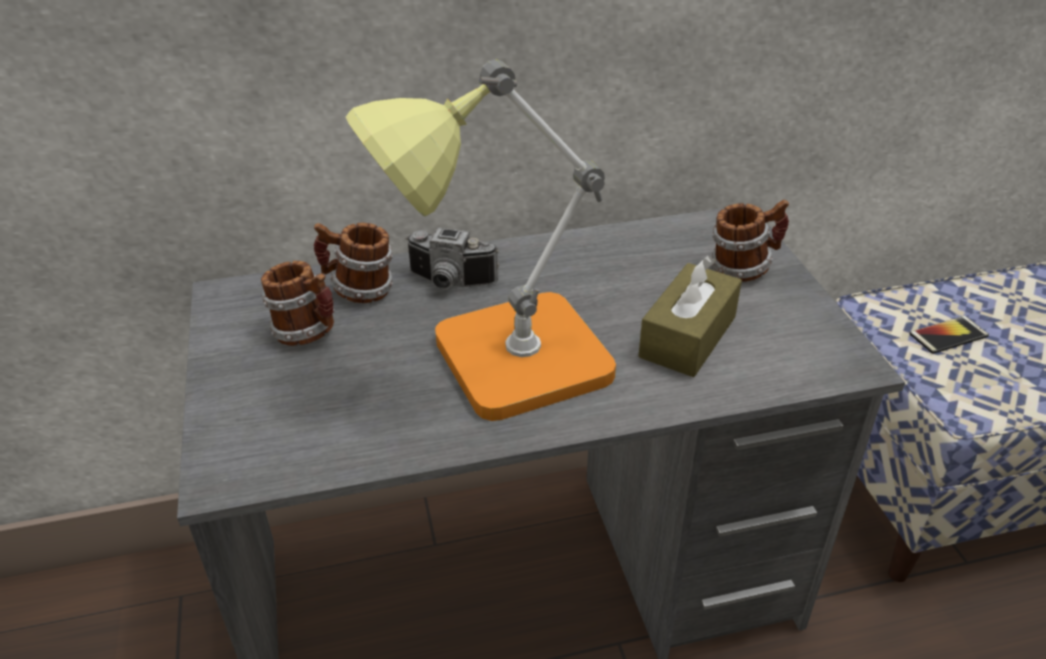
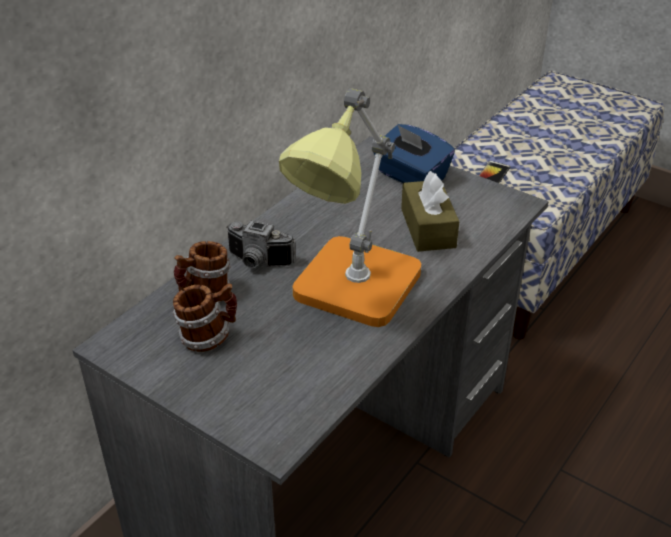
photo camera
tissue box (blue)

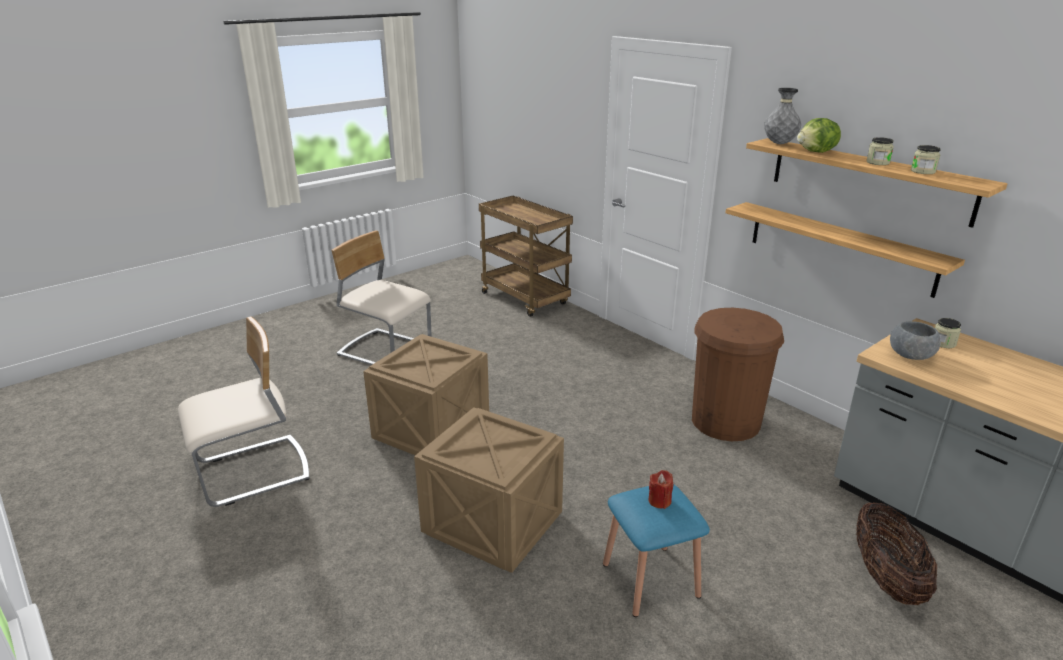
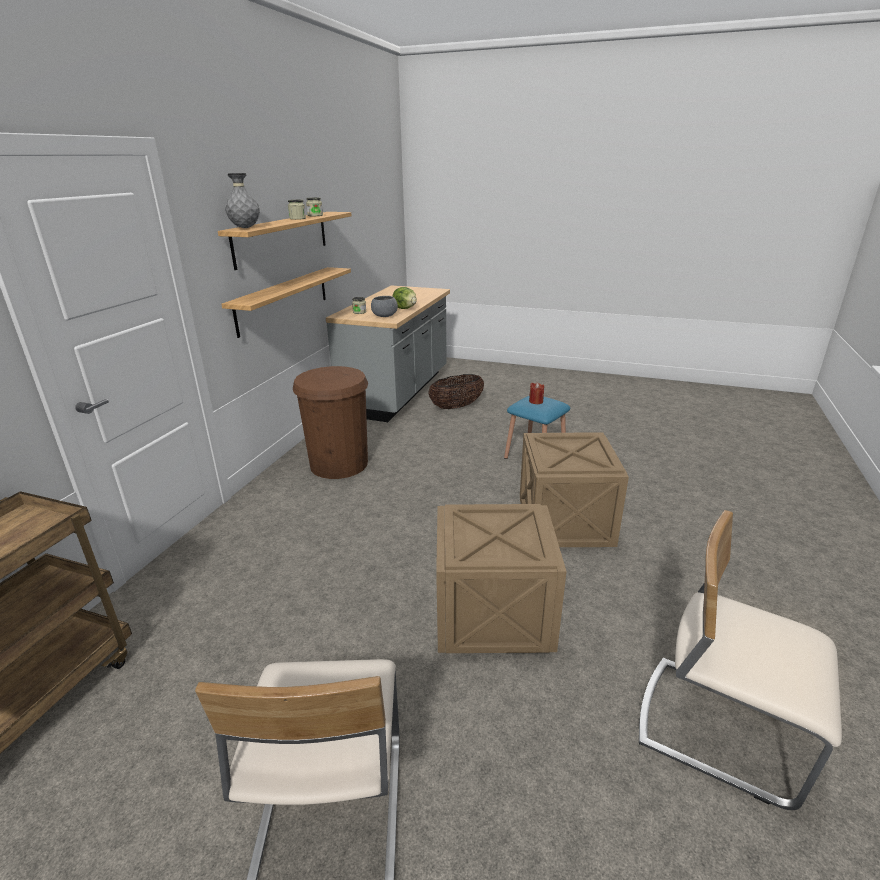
lettuce

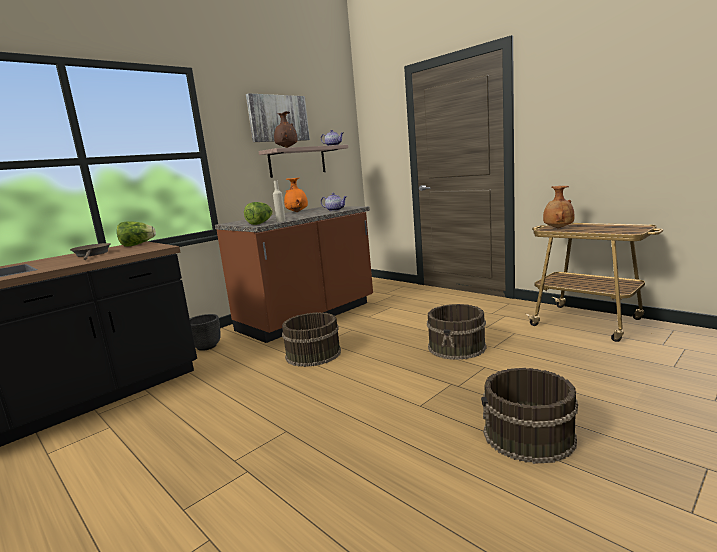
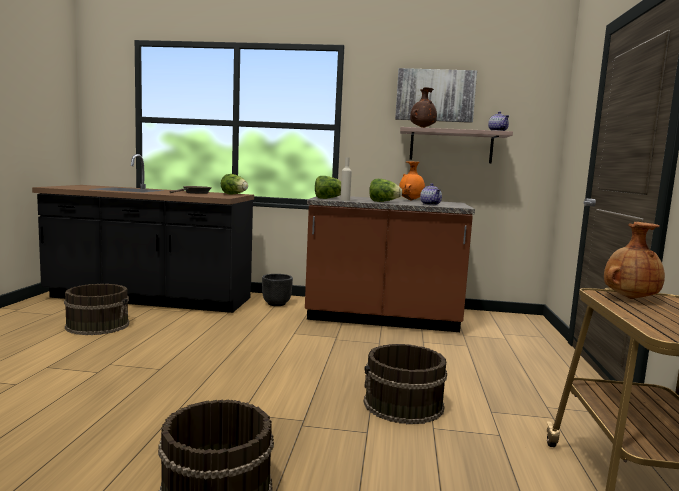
bucket (brown) (1st from left)
lettuce (3rd from left)

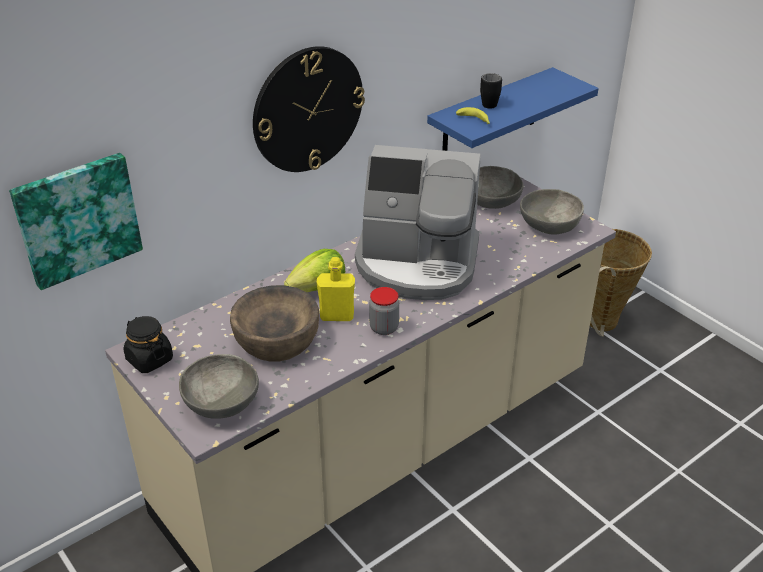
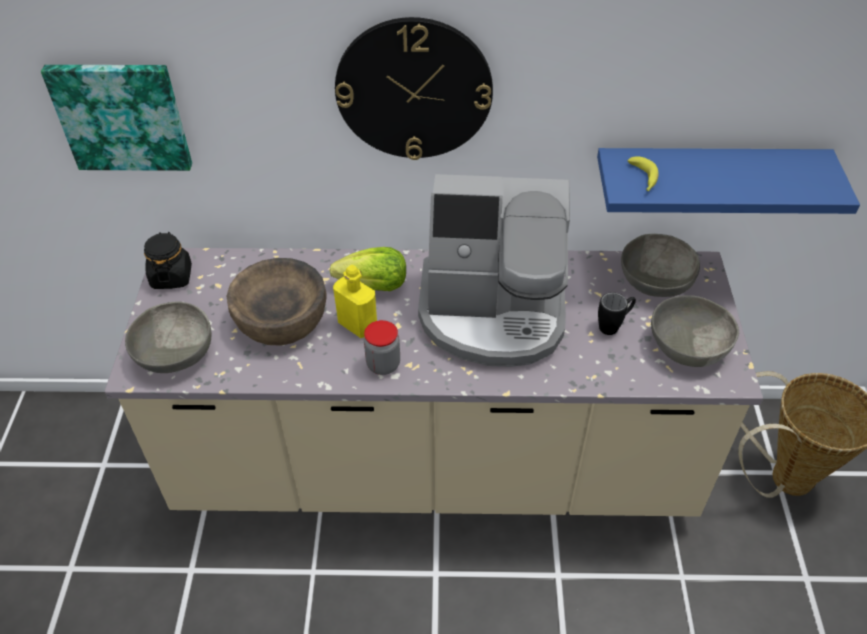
coffee machine
mug (black)

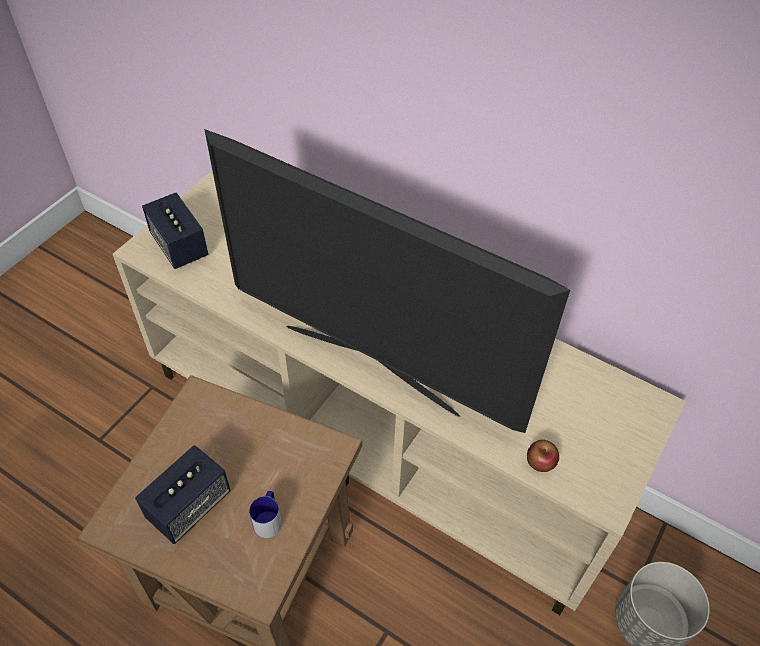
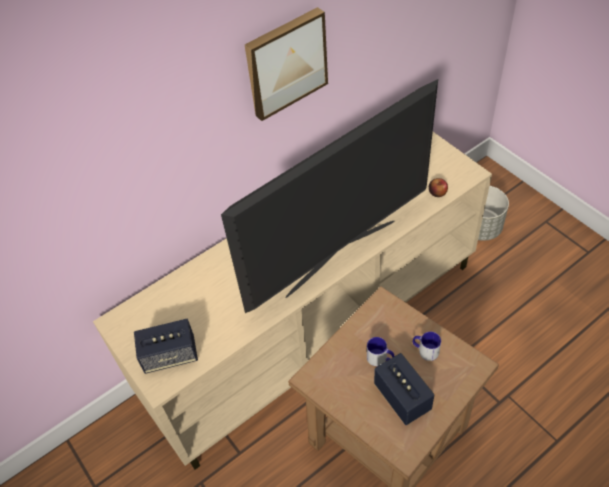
picture
mug (1st from left)

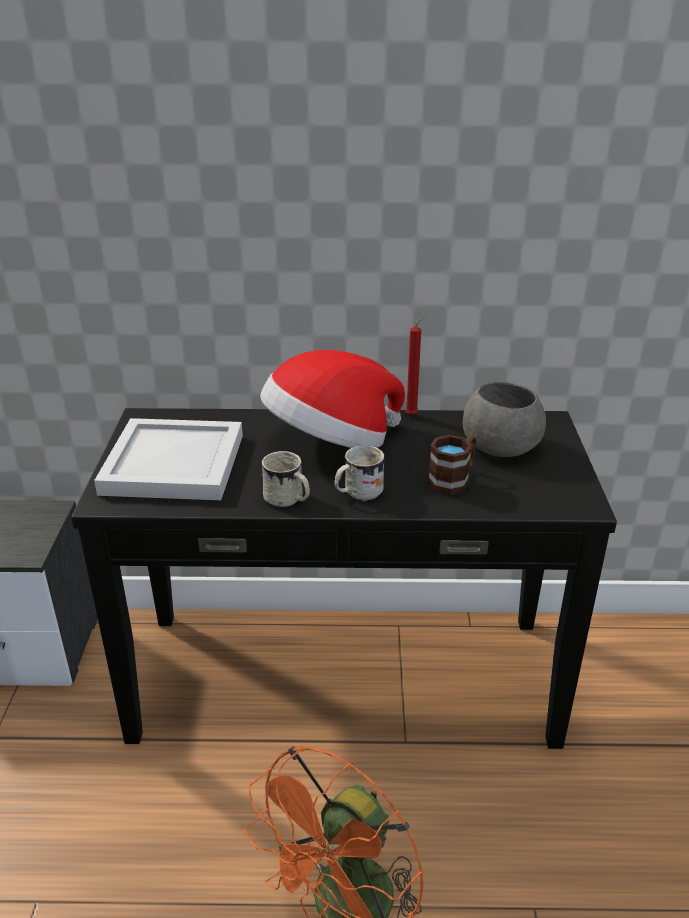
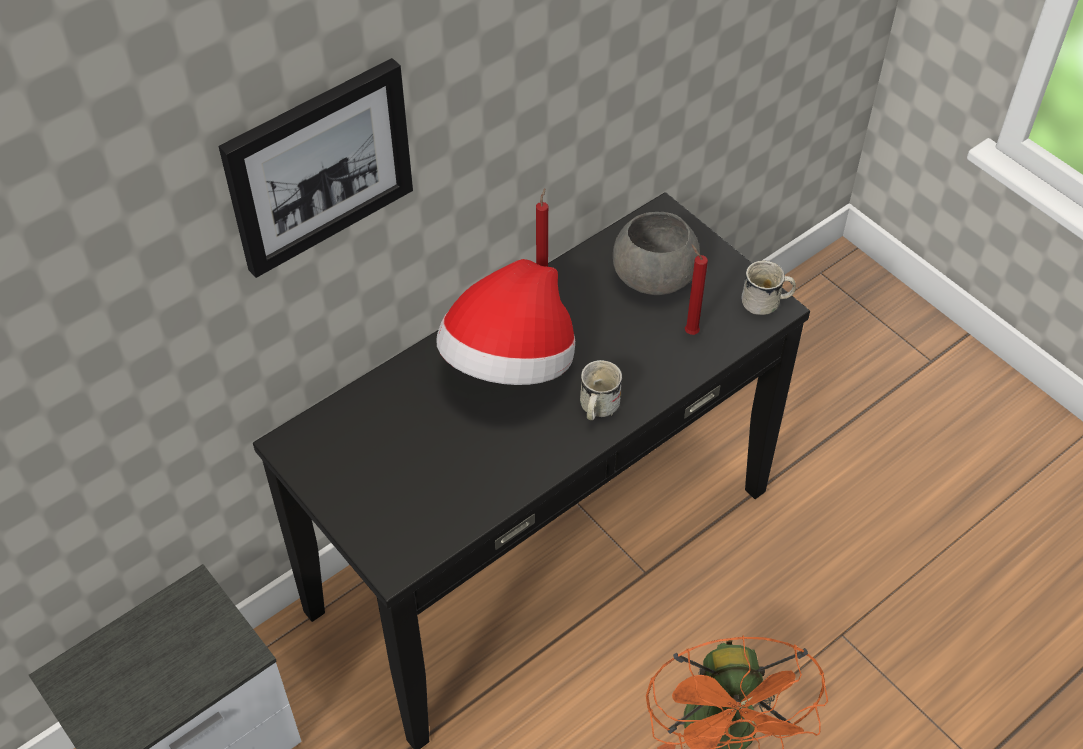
tray (white)
mug (white) (2nd from left)
mug (brown)
picture
candle (red) (2nd from left)

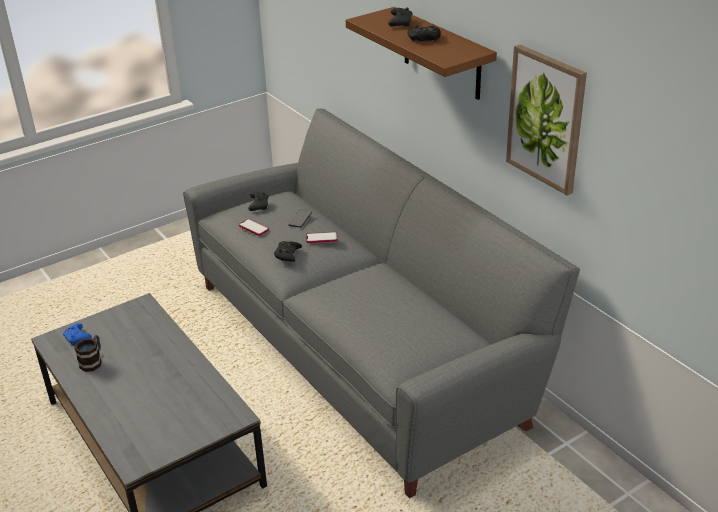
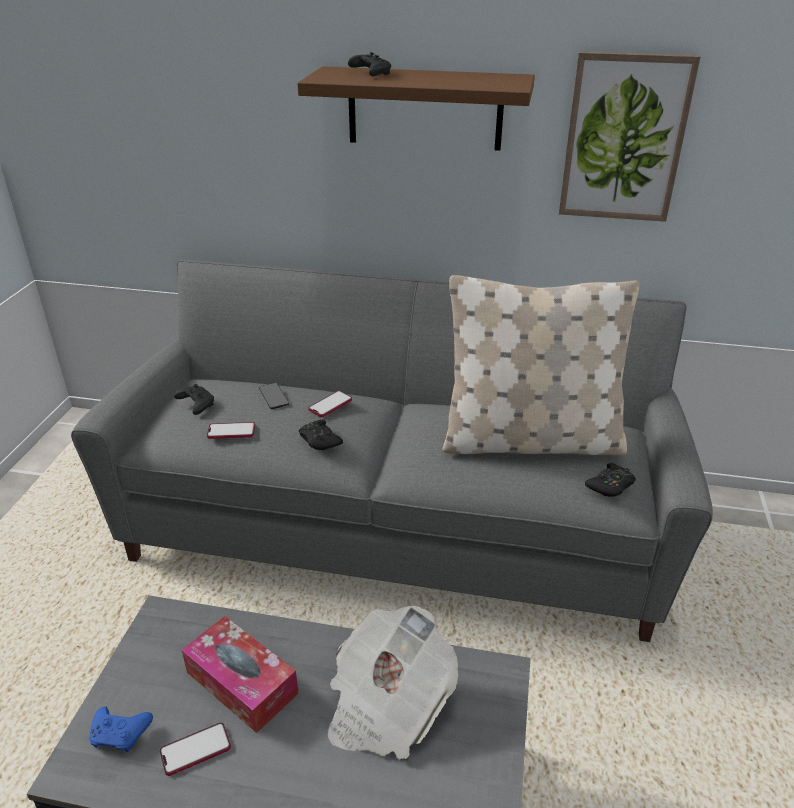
phone (1st from left)
game controller (black) (4th from left)
tissue box
newspaper
pillow (beige)

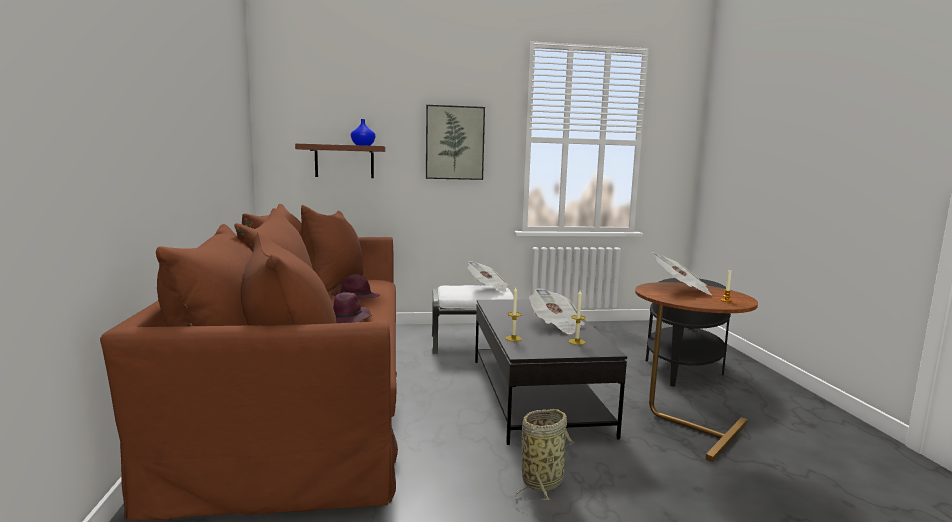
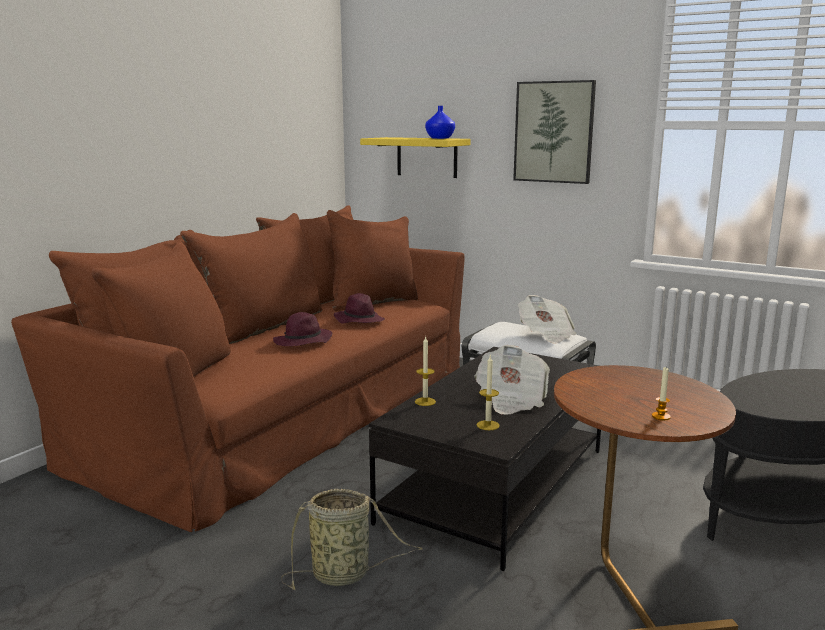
shelf (yellow)
newspaper (3rd from left in the first image)

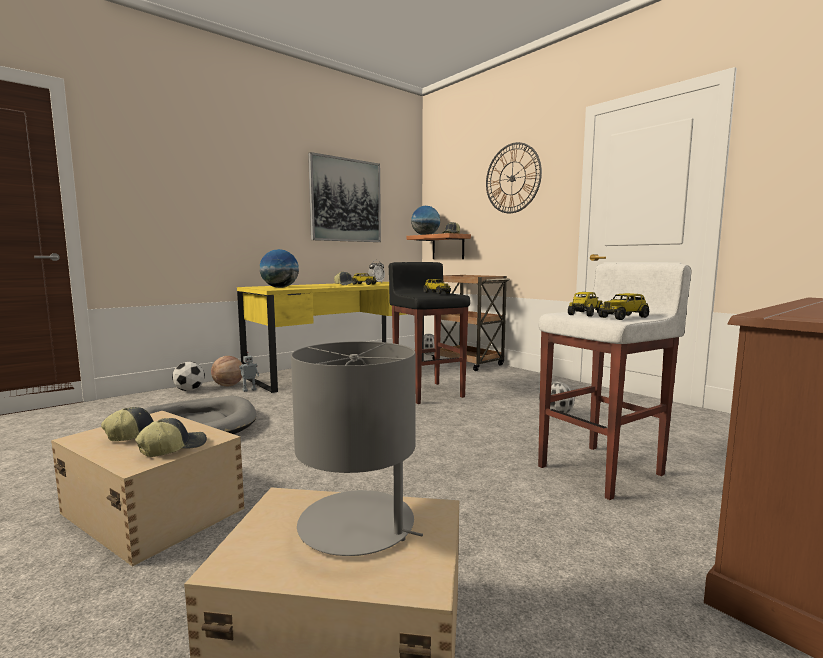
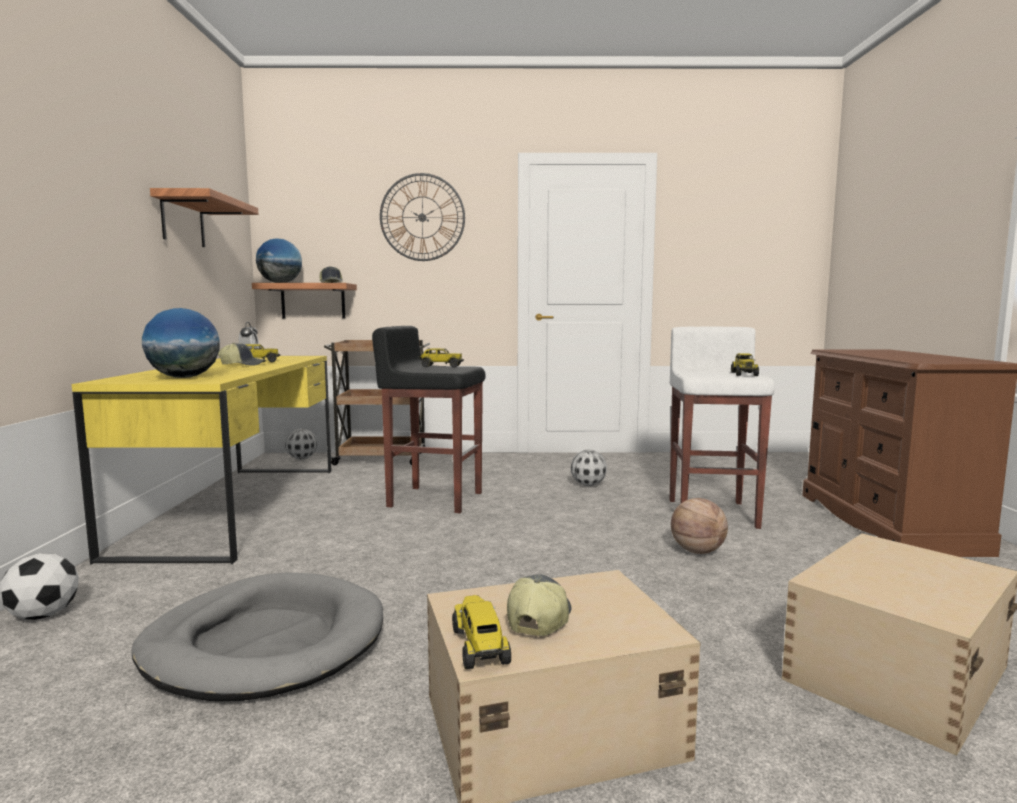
cap (2nd from left in the first image)
basketball
toy robot
table lamp (grey)
shelf (1st from left)
toy truck (3rd from left)

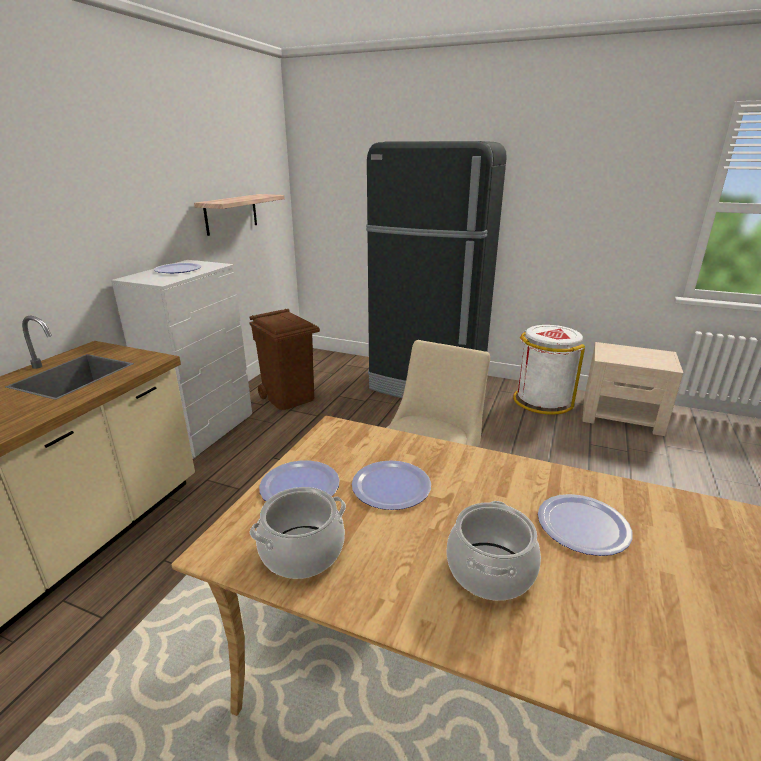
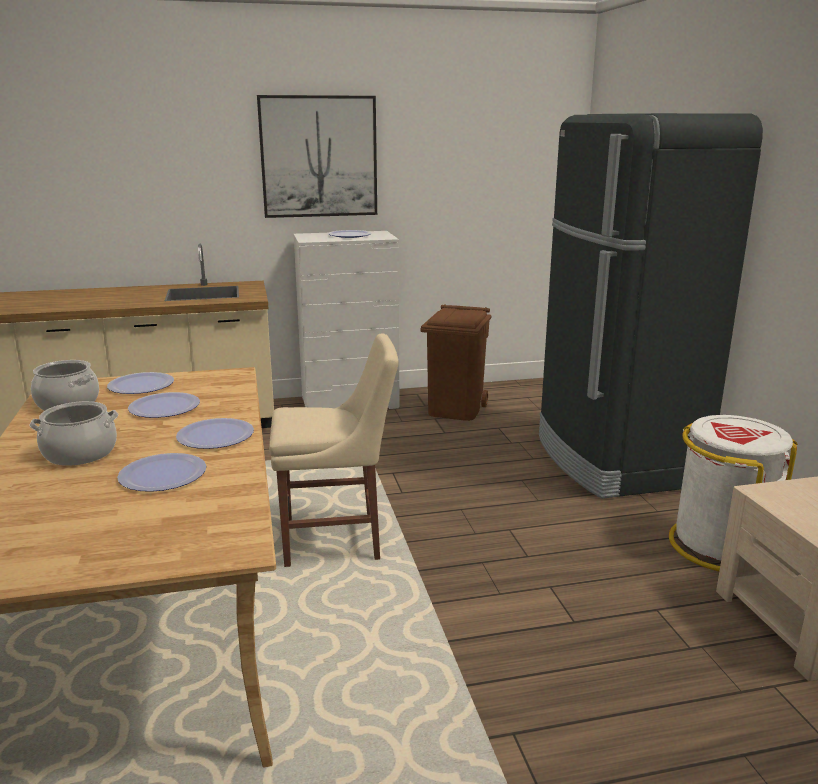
shelf
plate (4th from left)
picture

